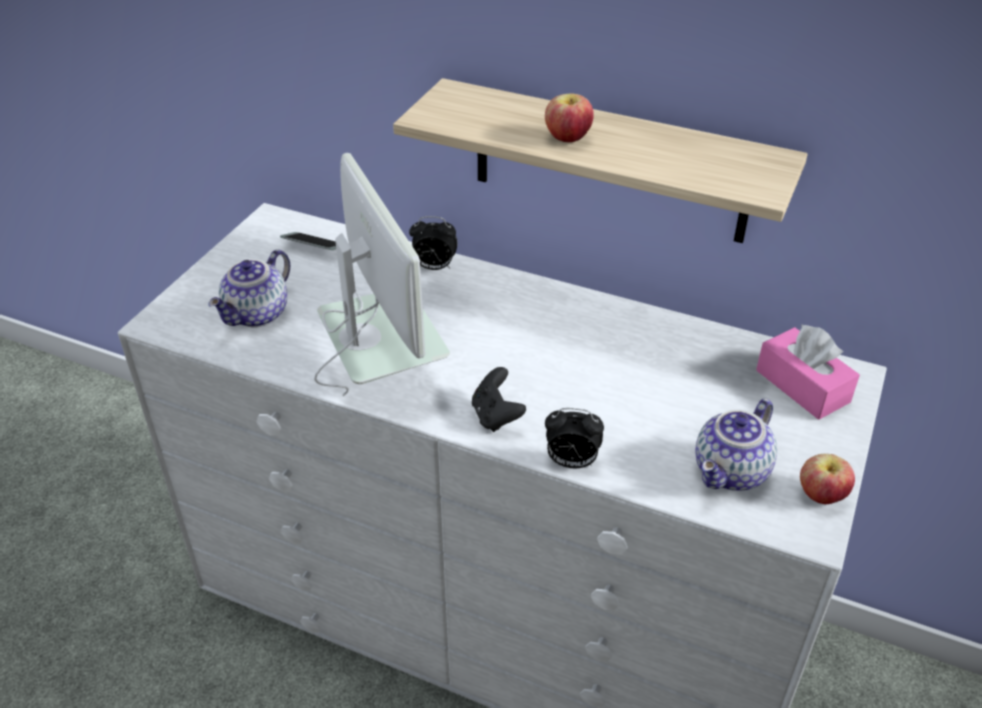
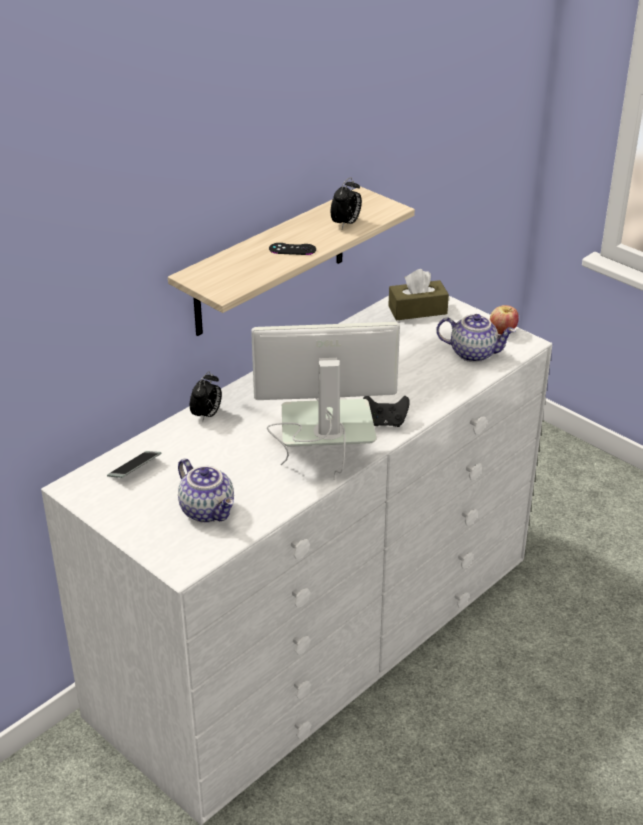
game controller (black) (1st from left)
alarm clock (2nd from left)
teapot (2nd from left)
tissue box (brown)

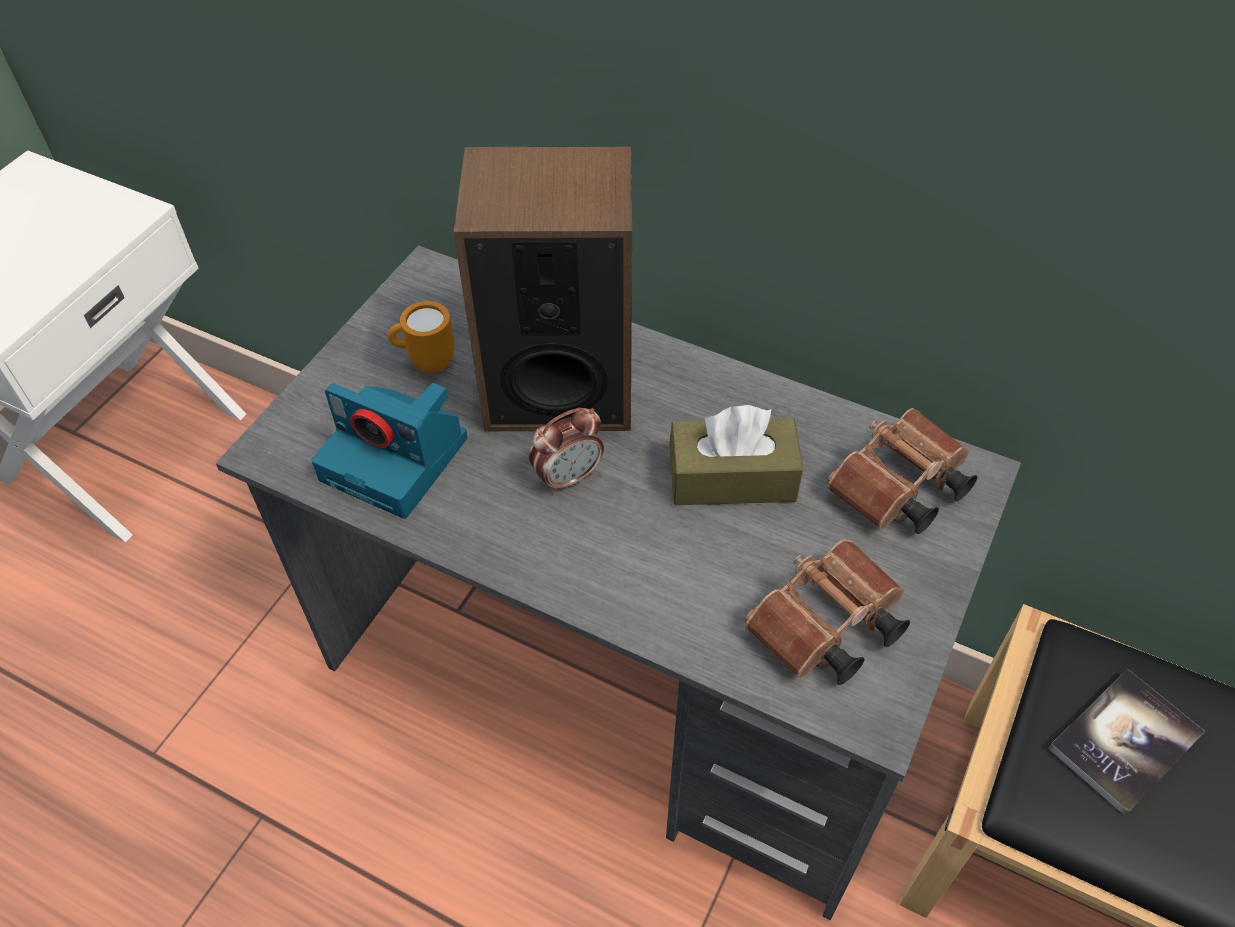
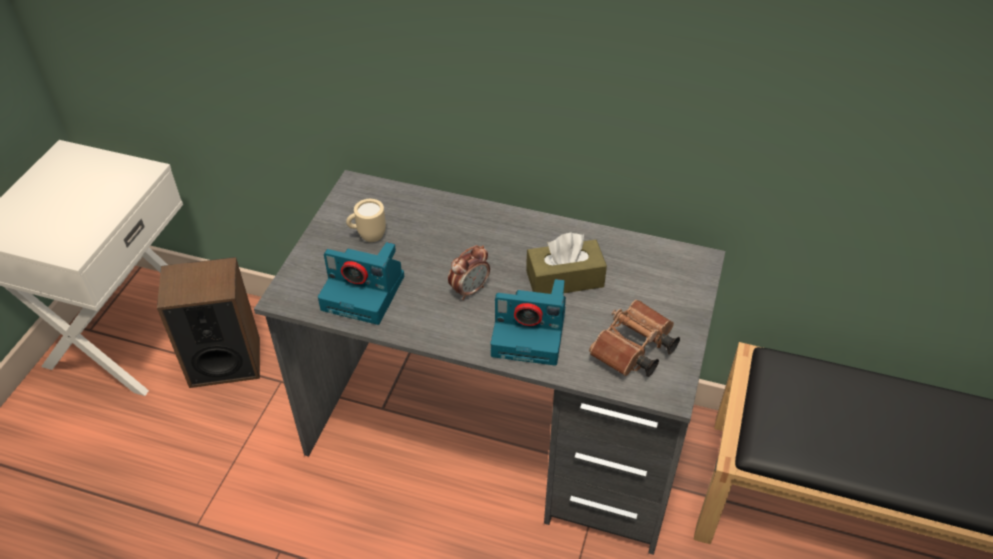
mug (beige)
speaker
binoculars (brown) (2nd from left in the first image)
book
photo camera (2nd from left)

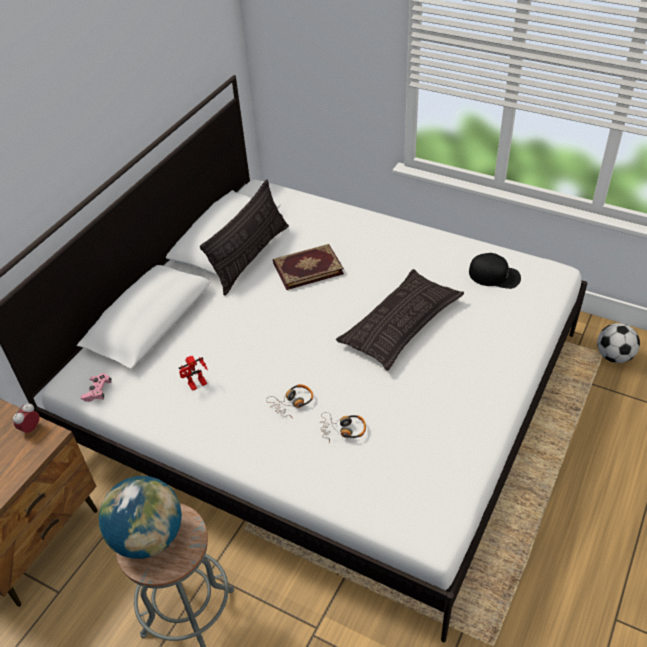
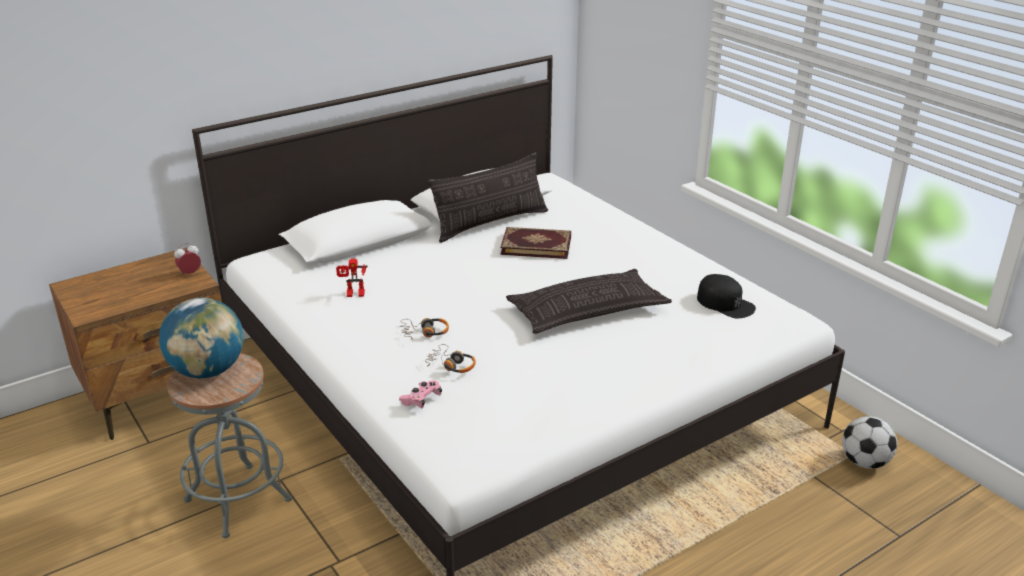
game controller (pink)

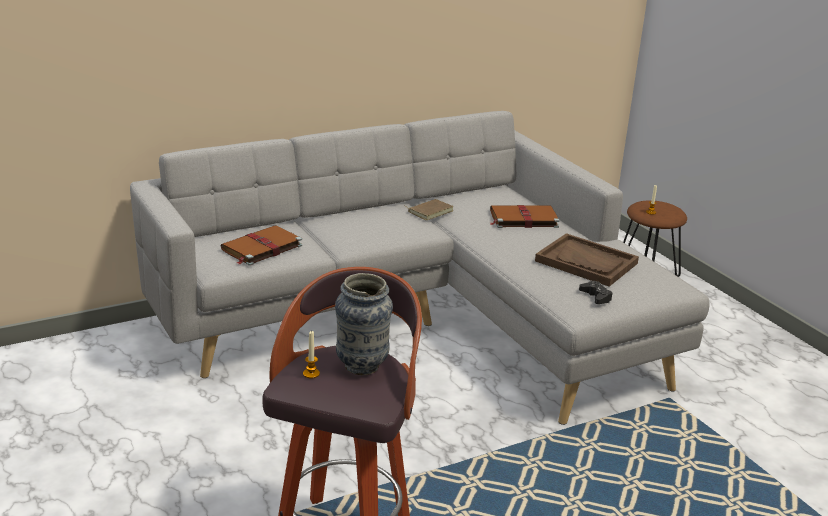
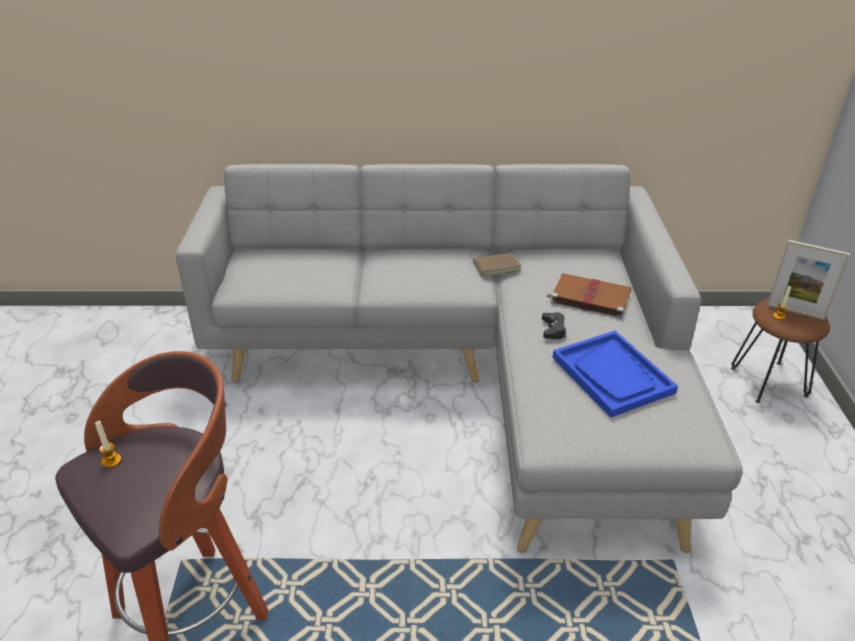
book (brown) (1st from left in the first image)
vase
tray (blue)
game controller (black)
picture frame

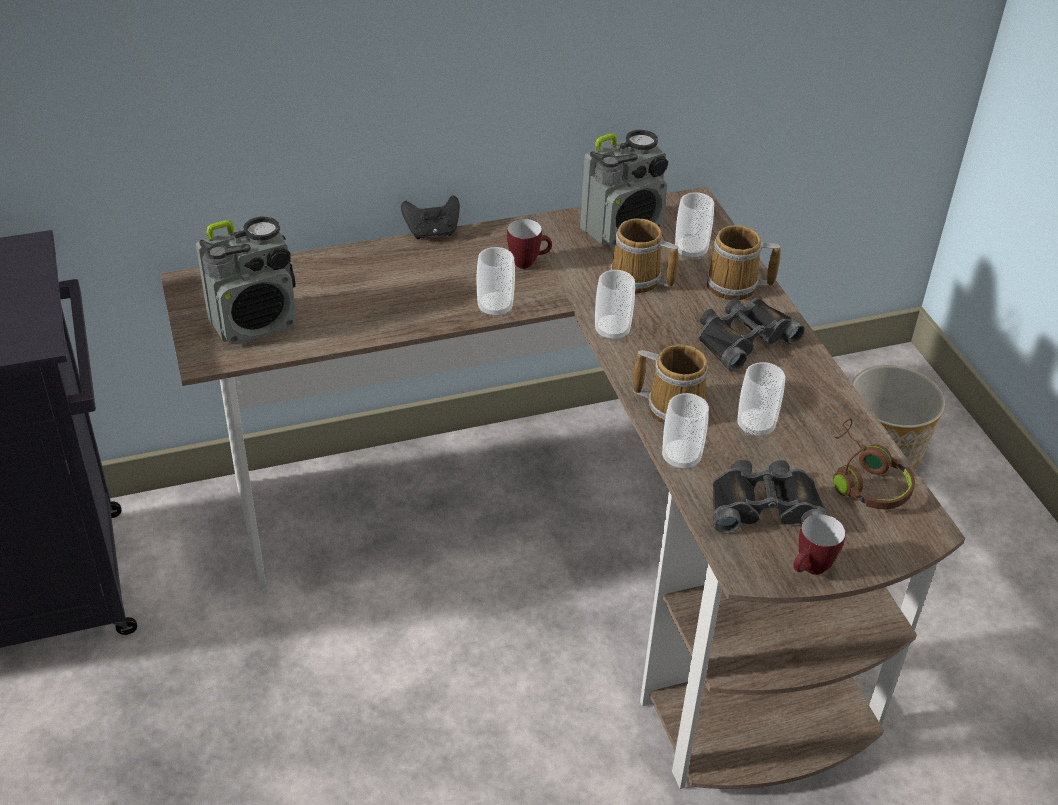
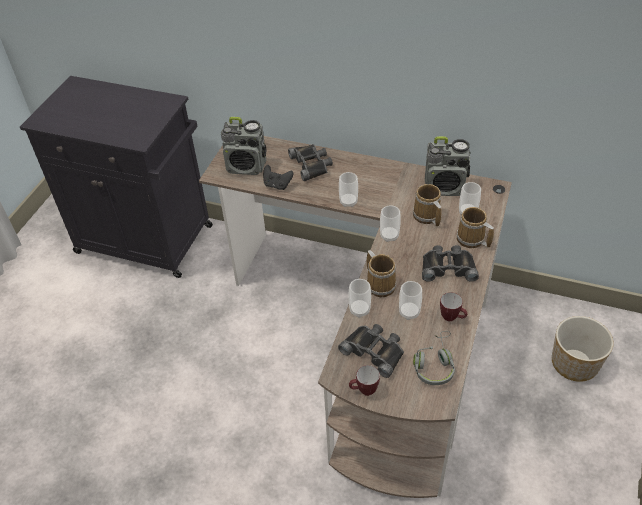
game controller (black)
mug (4th from left)
headphones (grey)
binoculars (black) (1st from left)

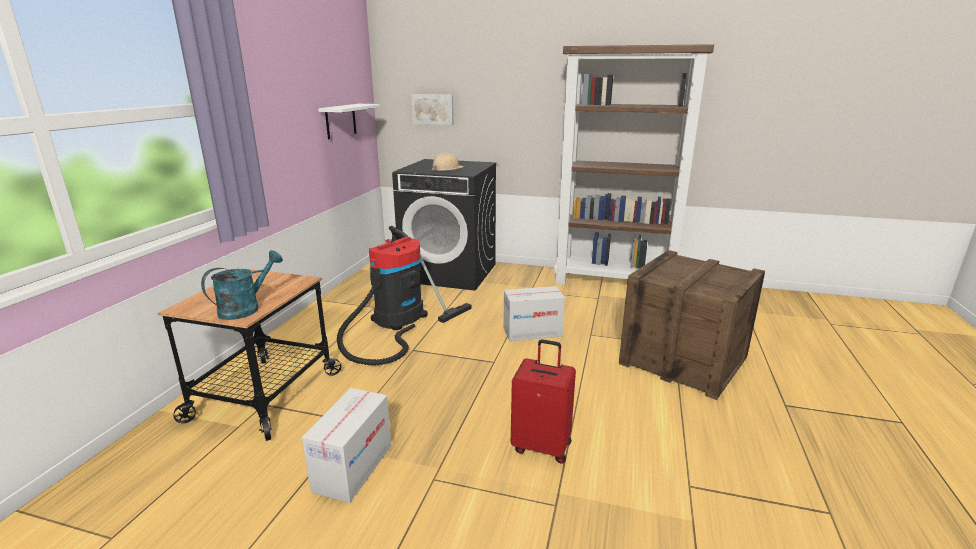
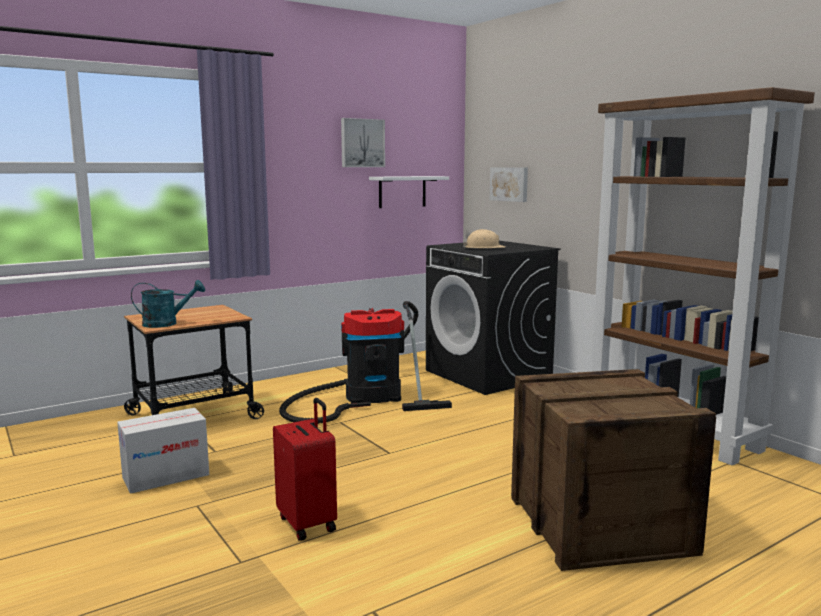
cardboard box (2nd from left in the first image)
picture (1st from left)

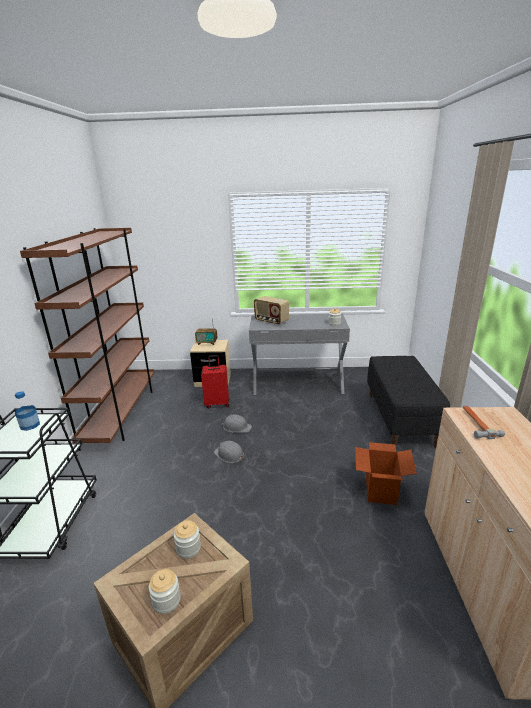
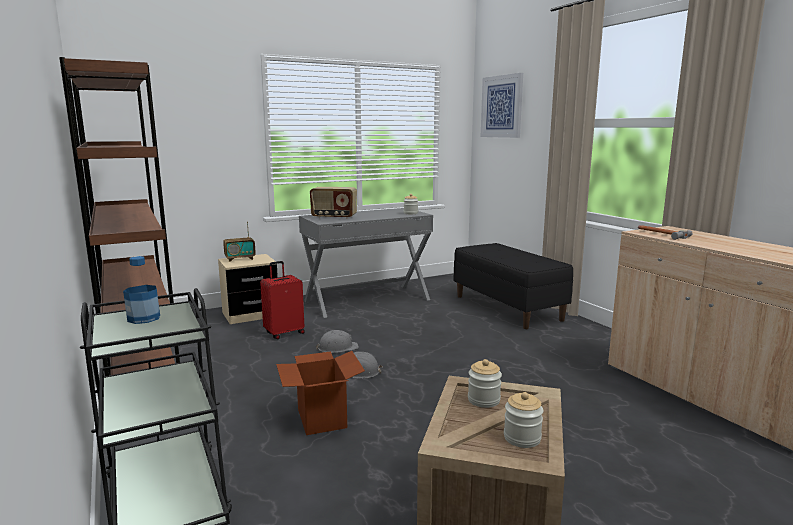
cardboard box
picture

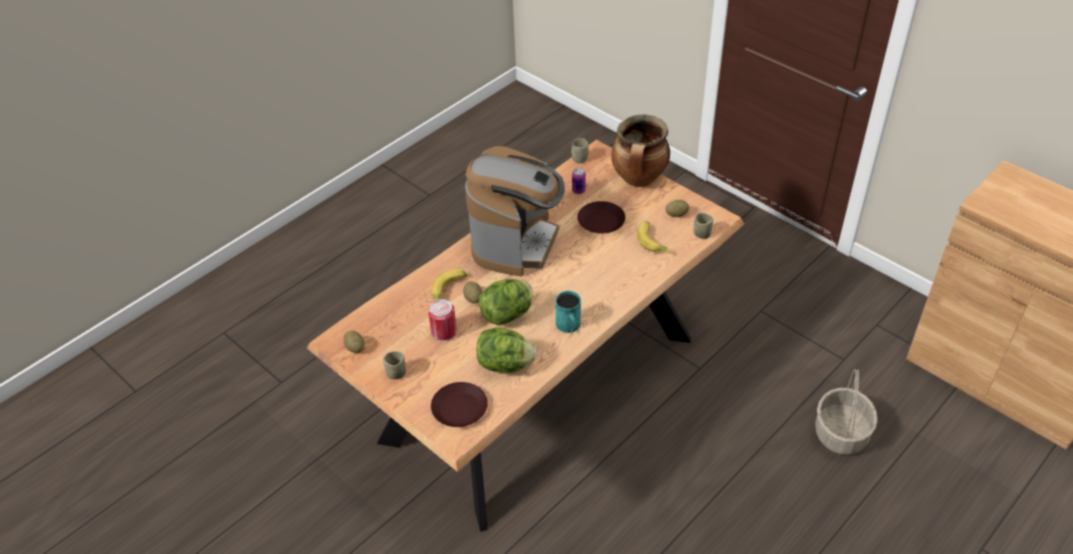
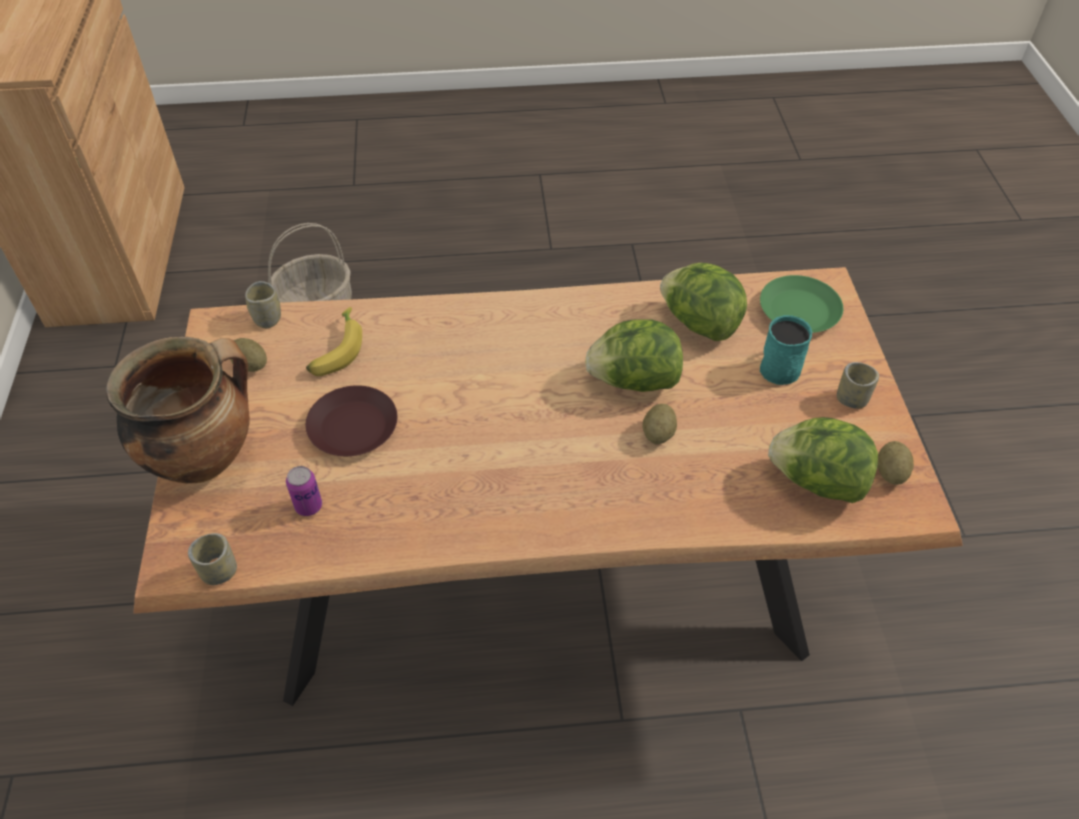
can (1st from left in the first image)
banana (1st from left in the first image)
plate (green)
coffee machine
mug (turquoise)
lettuce (3rd from left)

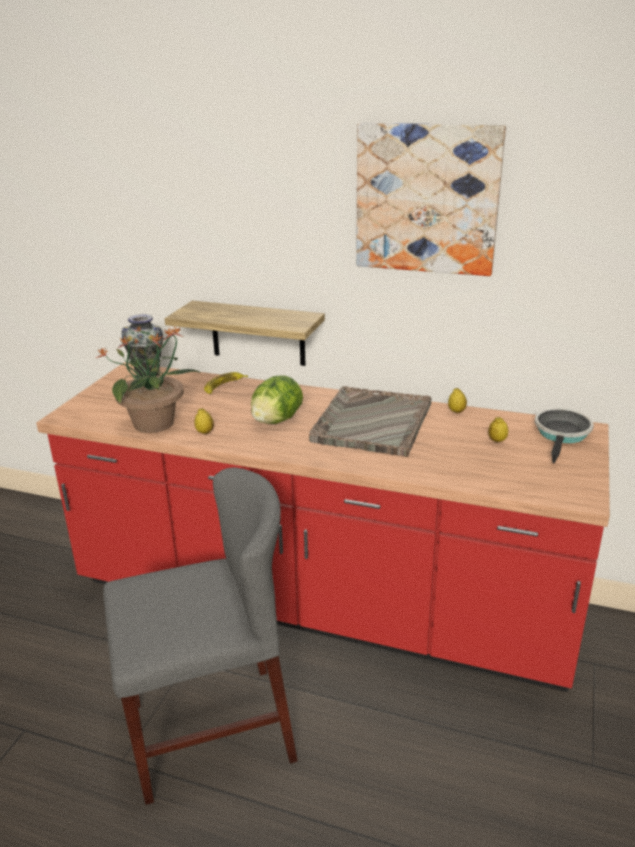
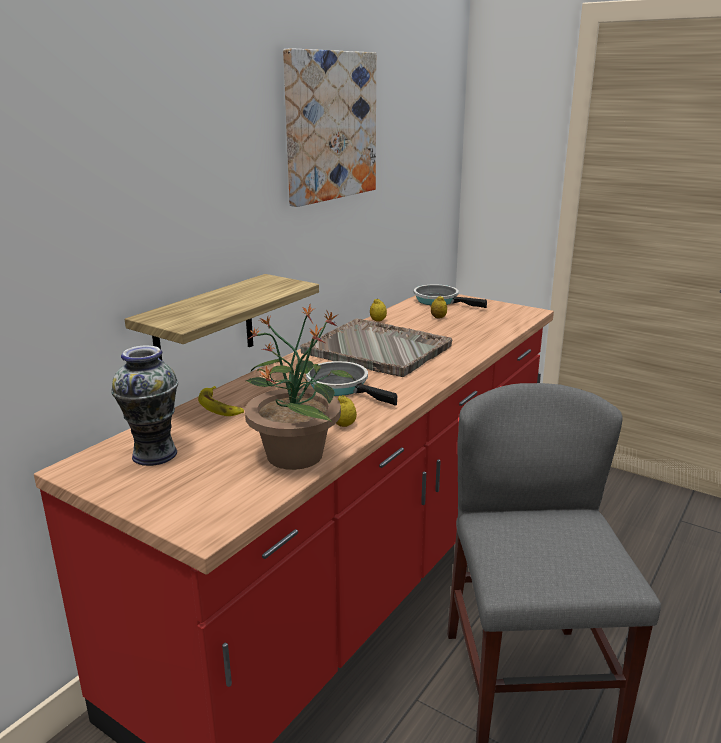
frying pan (1st from left)

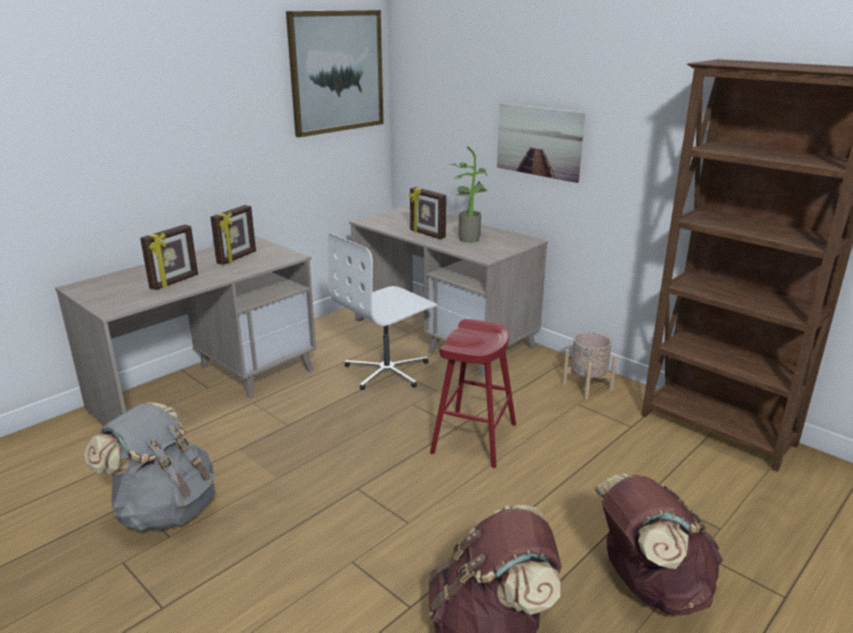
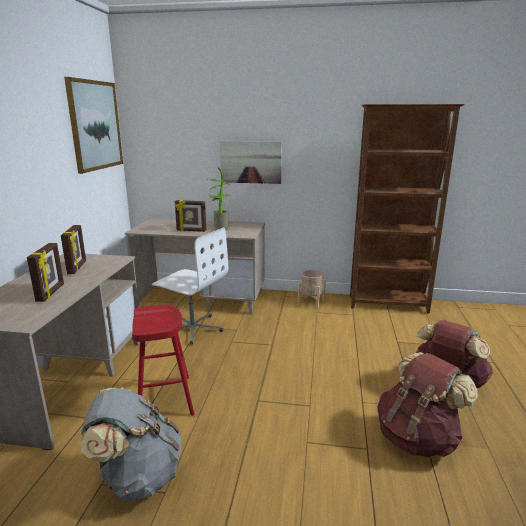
office chair (white)
stool (red)

